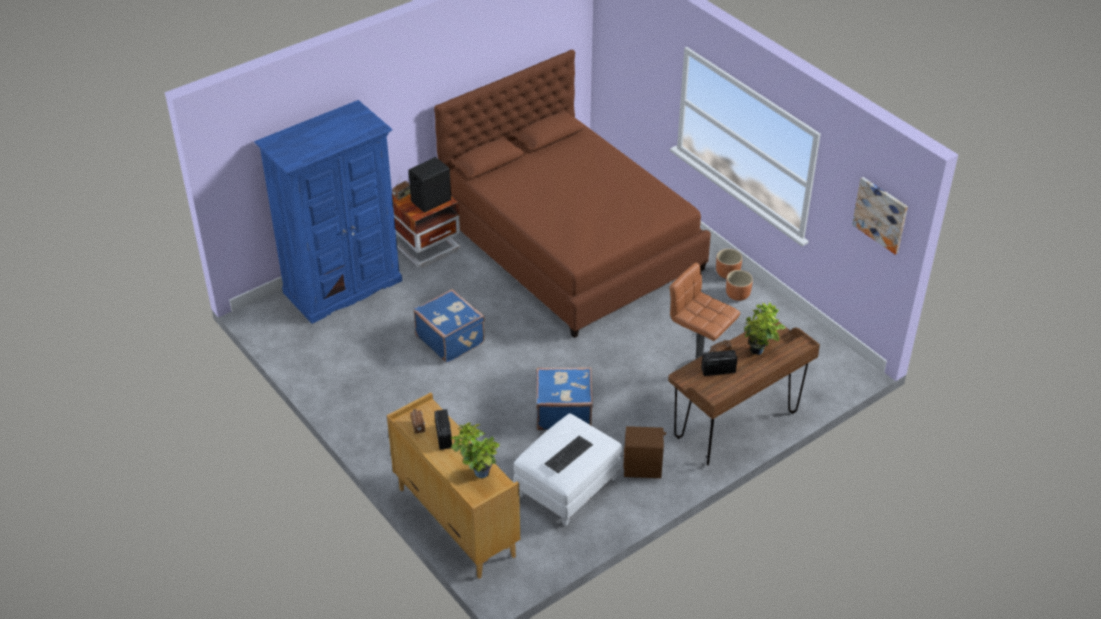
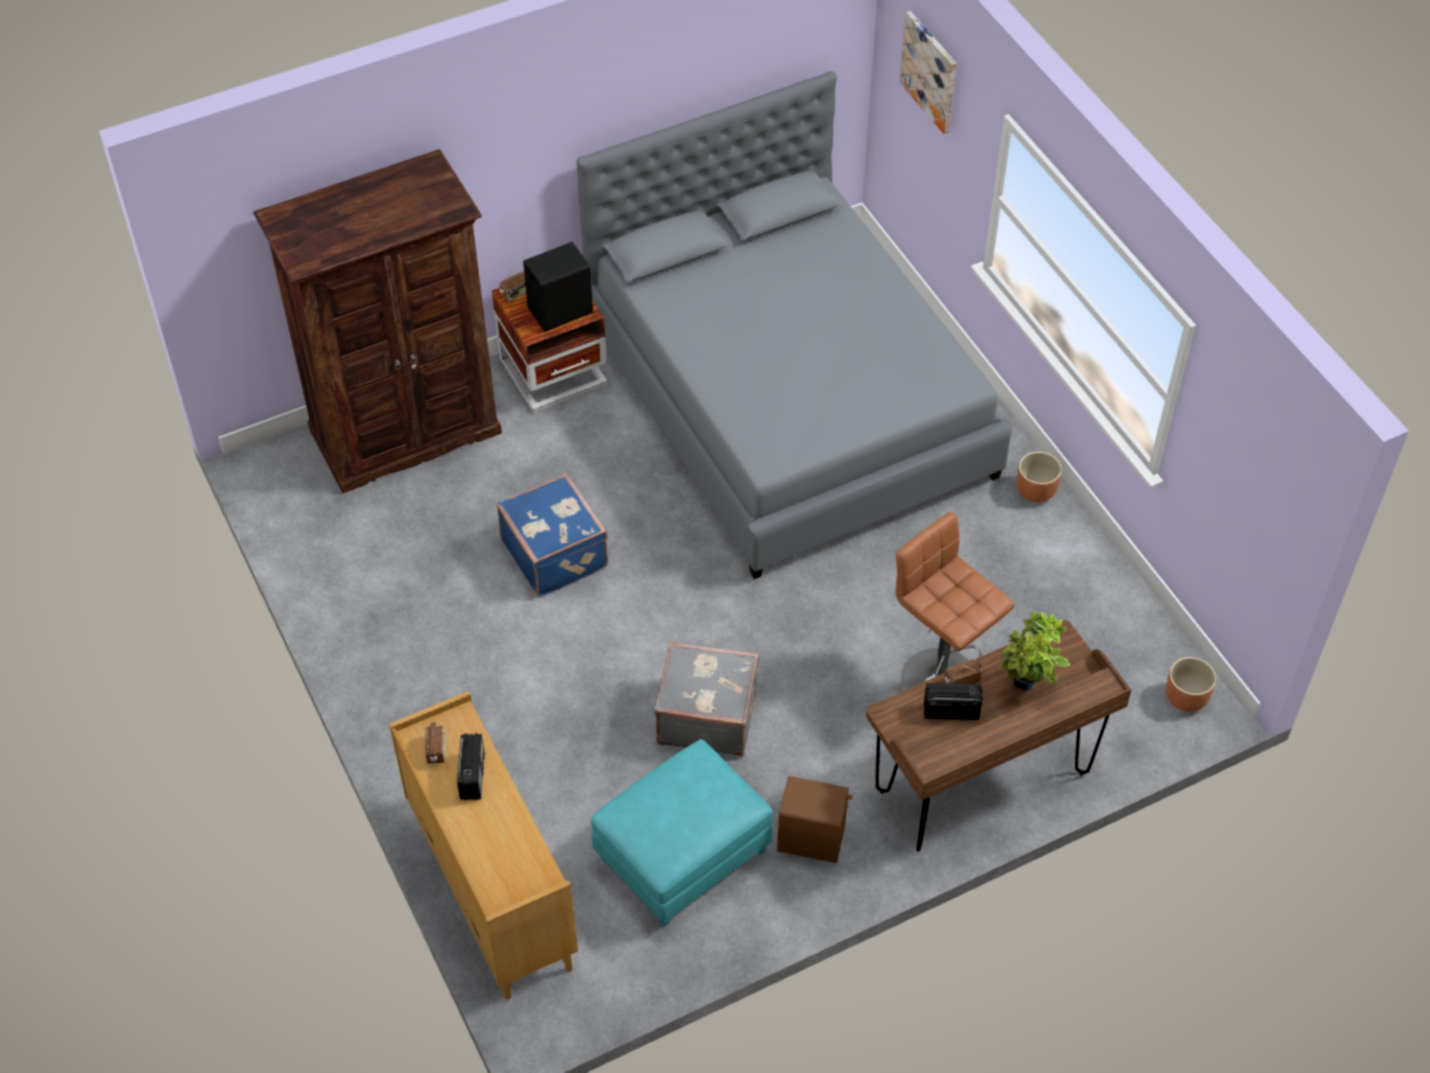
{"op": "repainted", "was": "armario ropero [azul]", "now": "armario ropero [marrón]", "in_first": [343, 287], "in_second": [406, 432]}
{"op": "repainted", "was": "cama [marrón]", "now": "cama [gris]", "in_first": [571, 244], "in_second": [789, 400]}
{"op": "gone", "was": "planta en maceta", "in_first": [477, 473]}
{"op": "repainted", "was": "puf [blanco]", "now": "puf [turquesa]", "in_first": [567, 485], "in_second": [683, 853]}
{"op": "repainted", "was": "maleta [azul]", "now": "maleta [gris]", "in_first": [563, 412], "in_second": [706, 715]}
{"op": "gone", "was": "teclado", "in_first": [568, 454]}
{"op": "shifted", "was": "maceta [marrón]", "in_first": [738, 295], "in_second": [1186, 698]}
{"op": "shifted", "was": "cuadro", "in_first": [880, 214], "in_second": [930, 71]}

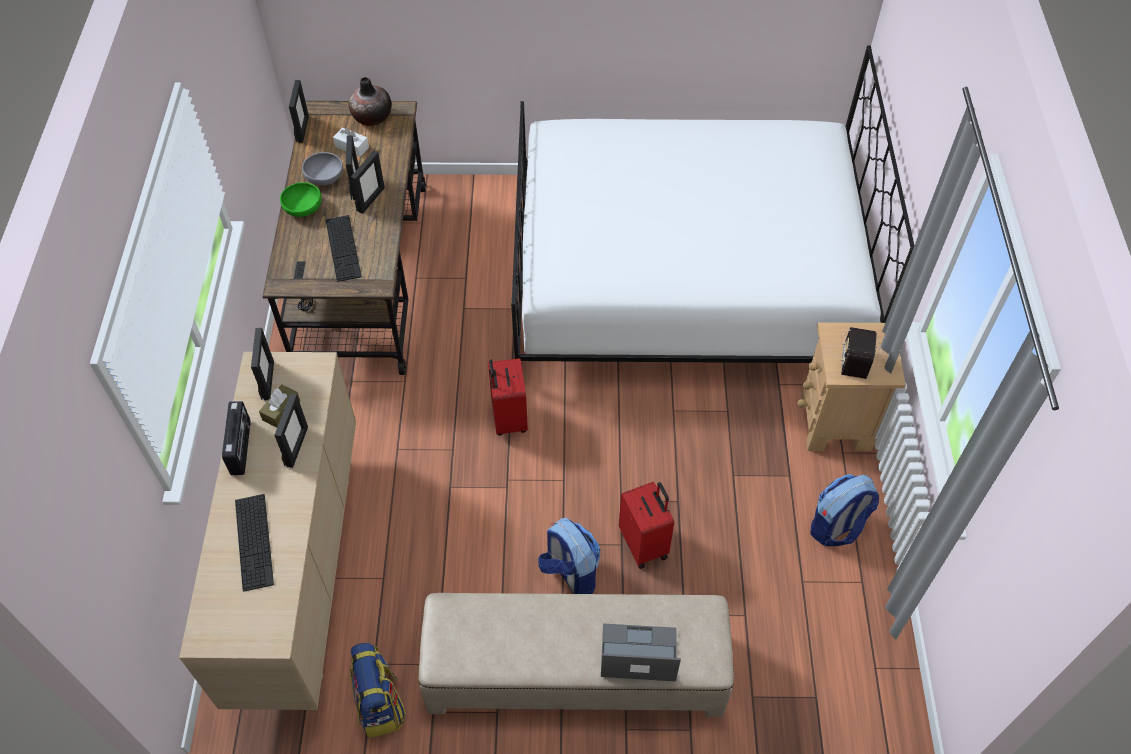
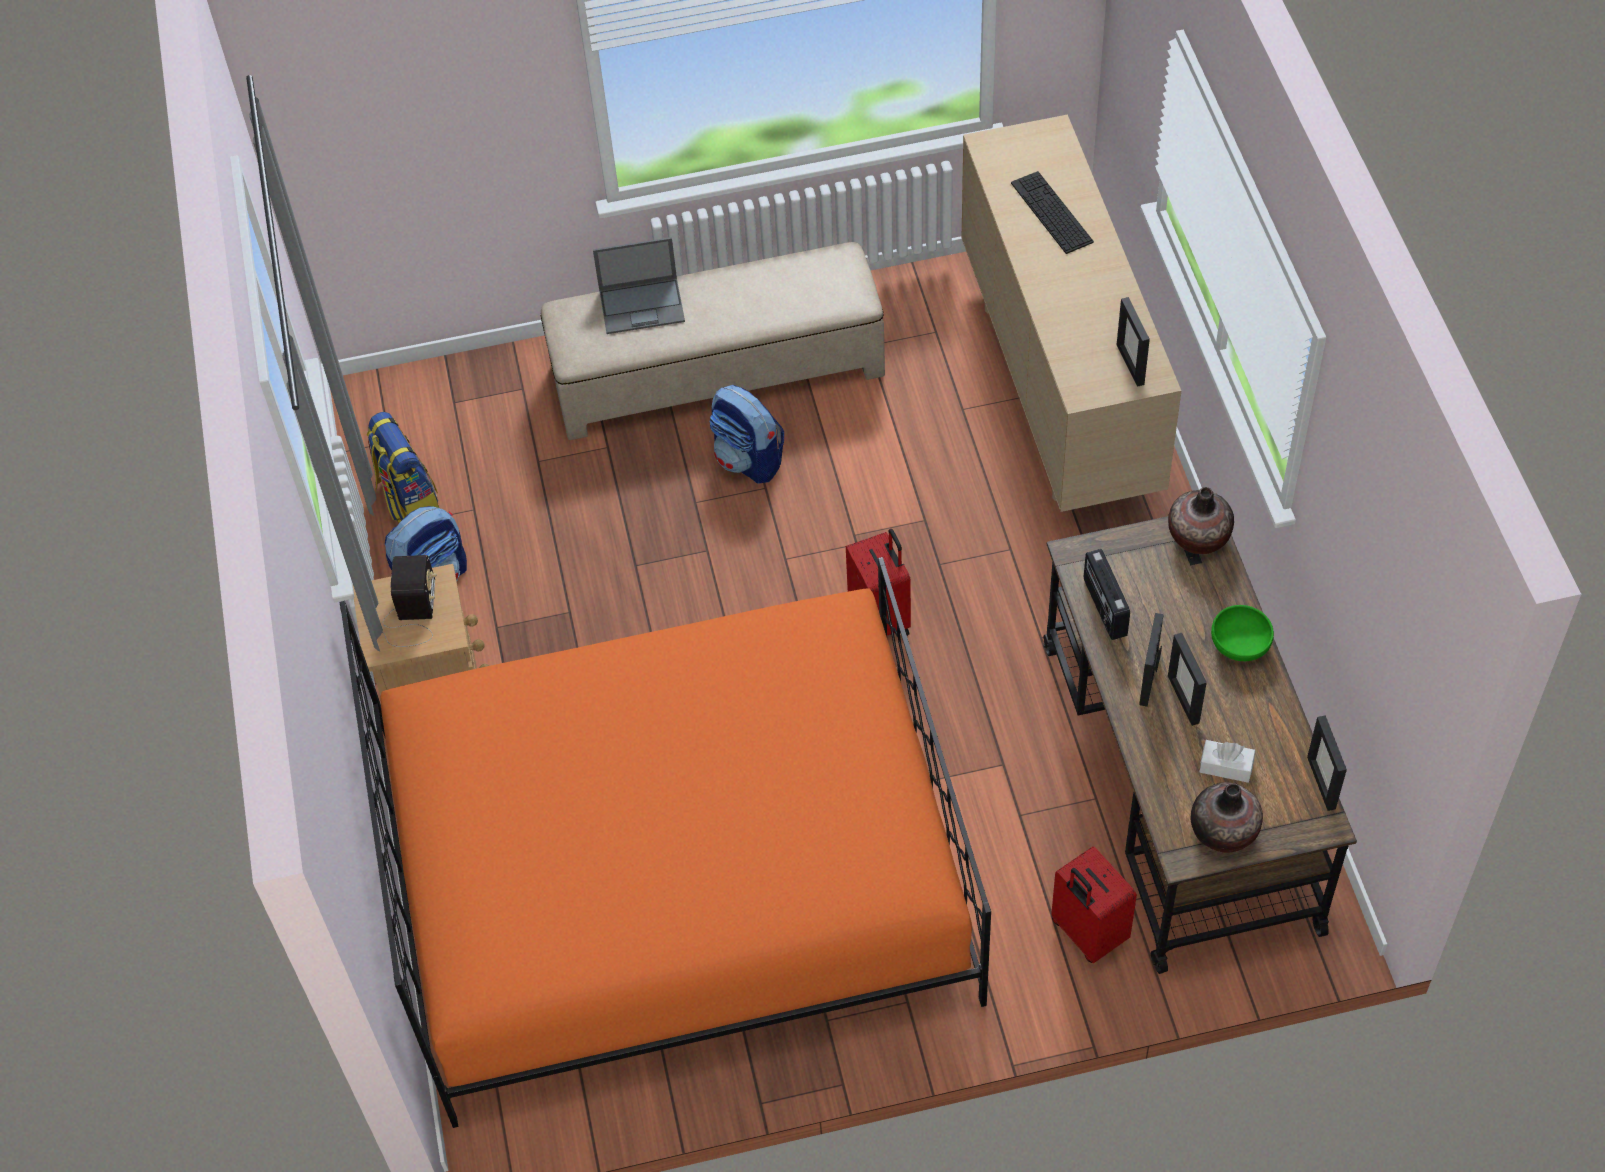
{"op": "shifted", "was": "radio", "in_first": [242, 448], "in_second": [1104, 608]}
{"op": "gone", "was": "caja de pañuelos [marrón]", "in_first": [281, 410]}
{"op": "gone", "was": "portarretratos", "in_first": [296, 446]}
{"op": "gone", "was": "cuenco [gris]", "in_first": [324, 177]}
{"op": "gone", "was": "teclado", "in_first": [343, 248]}
{"op": "shifted", "was": "mochila", "in_first": [380, 705], "in_second": [408, 499]}
{"op": "repainted", "was": "cama [blanco]", "now": "cama [naranja]", "in_first": [684, 283], "in_second": [679, 883]}
{"op": "shifted", "was": "maleta [rojo]", "in_first": [645, 544], "in_second": [1087, 933]}
{"op": "new", "now": "florero", "in_second": [1198, 537]}

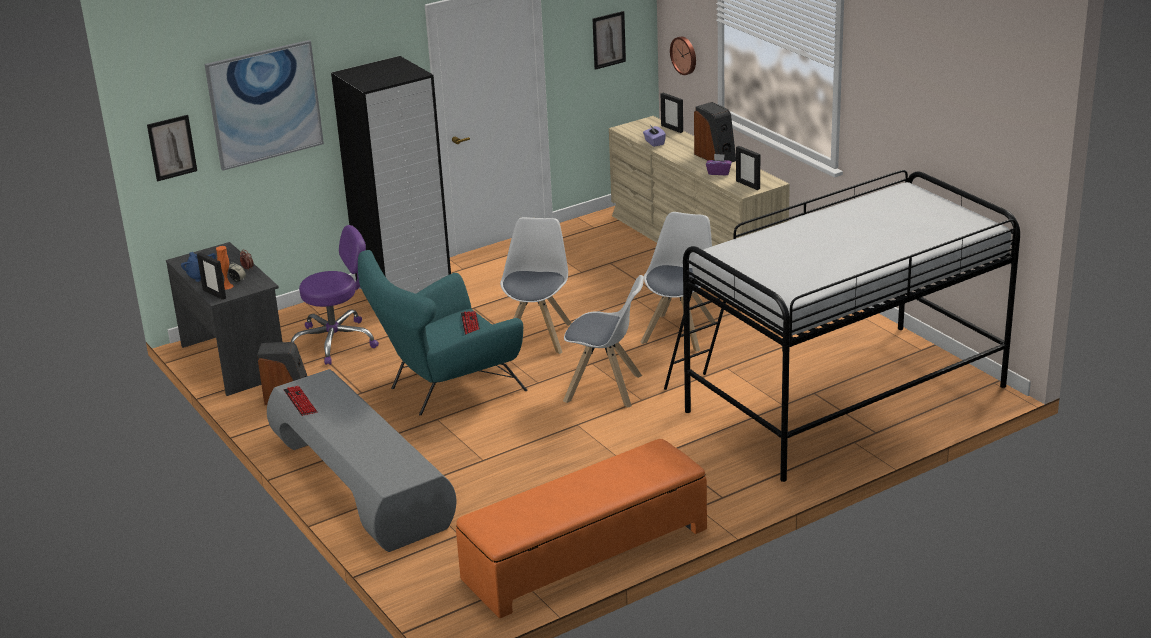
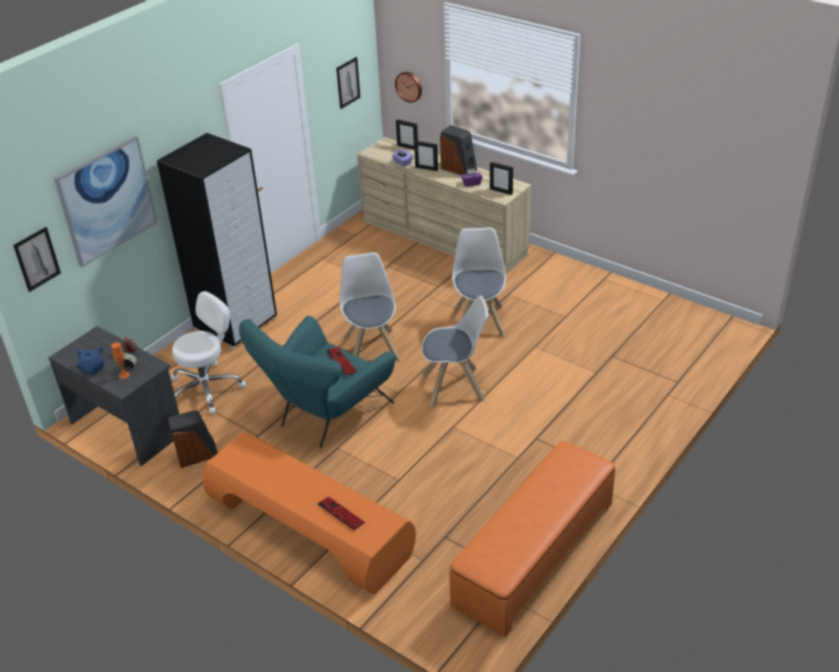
{"op": "shifted", "was": "portarretratos", "in_first": [215, 293], "in_second": [426, 168]}
{"op": "repainted", "was": "banco [gris]", "now": "banco [naranja]", "in_first": [360, 481], "in_second": [309, 527]}
{"op": "shifted", "was": "teclado", "in_first": [300, 402], "in_second": [341, 514]}
{"op": "repainted", "was": "silla de oficina [morado]", "now": "silla de oficina [blanco]", "in_first": [338, 341], "in_second": [208, 387]}
{"op": "gone", "was": "cama [negro]", "in_first": [840, 399]}

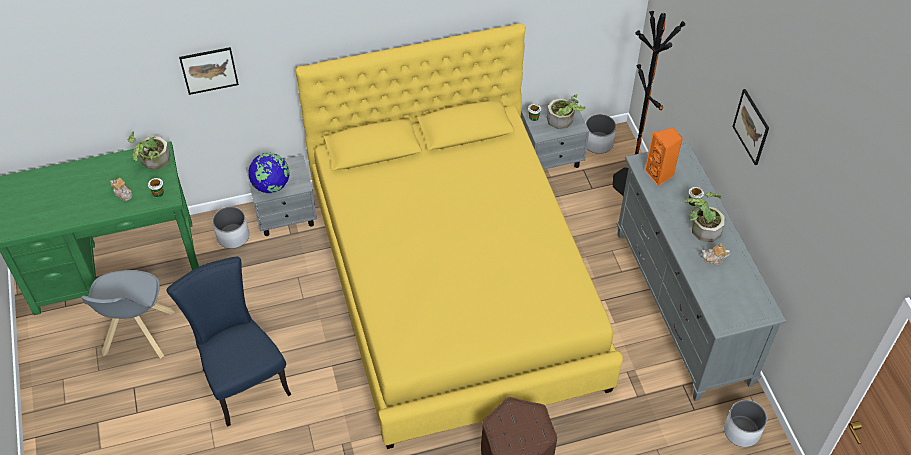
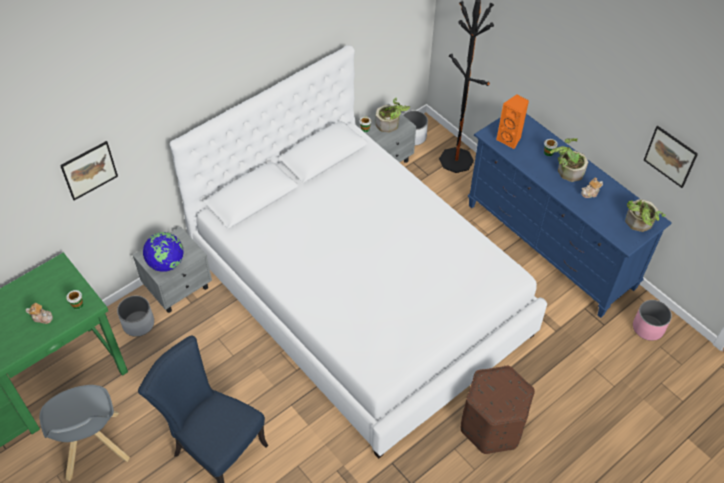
{"op": "shifted", "was": "planta en maceta", "in_first": [152, 161], "in_second": [638, 224]}
{"op": "repainted", "was": "cama [amarillo]", "now": "cama [blanco]", "in_first": [455, 285], "in_second": [360, 295]}
{"op": "repainted", "was": "cómoda [gris]", "now": "cómoda [azul]", "in_first": [681, 307], "in_second": [549, 246]}
{"op": "repainted", "was": "maceta [blanco]", "now": "maceta [rosa]", "in_first": [742, 431], "in_second": [648, 327]}
{"op": "shifted", "was": "cuadro", "in_first": [751, 126], "in_second": [670, 156]}

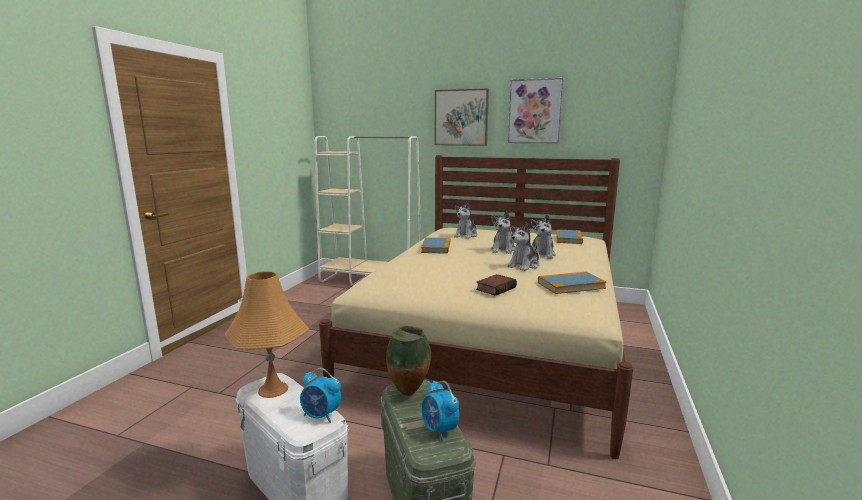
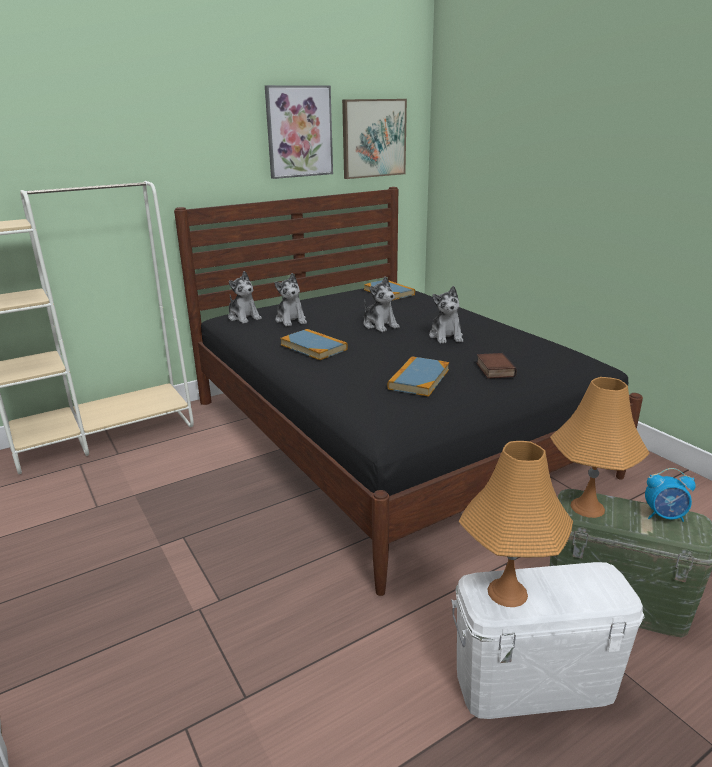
{"op": "gone", "was": "despertador", "in_first": [321, 416]}
{"op": "repainted", "was": "cama [beis]", "now": "cama [negro]", "in_first": [495, 340], "in_second": [388, 435]}
{"op": "swapped", "was": "florero", "now": "lámpara de mesa [naranja]", "in_first": [409, 394], "in_second": [587, 507]}
{"op": "shifted", "was": "cuadro", "in_first": [461, 117], "in_second": [373, 138]}
{"op": "shifted", "was": "peluche", "in_first": [542, 255], "in_second": [244, 317]}
{"op": "shifted", "was": "libro", "in_first": [570, 285], "in_second": [419, 379]}

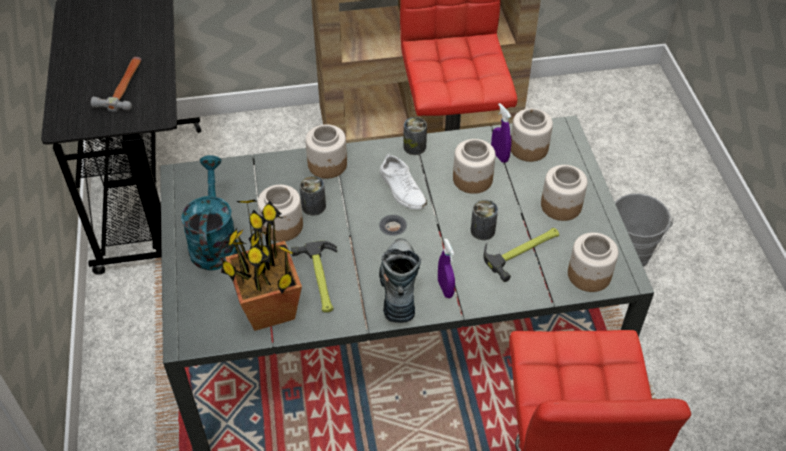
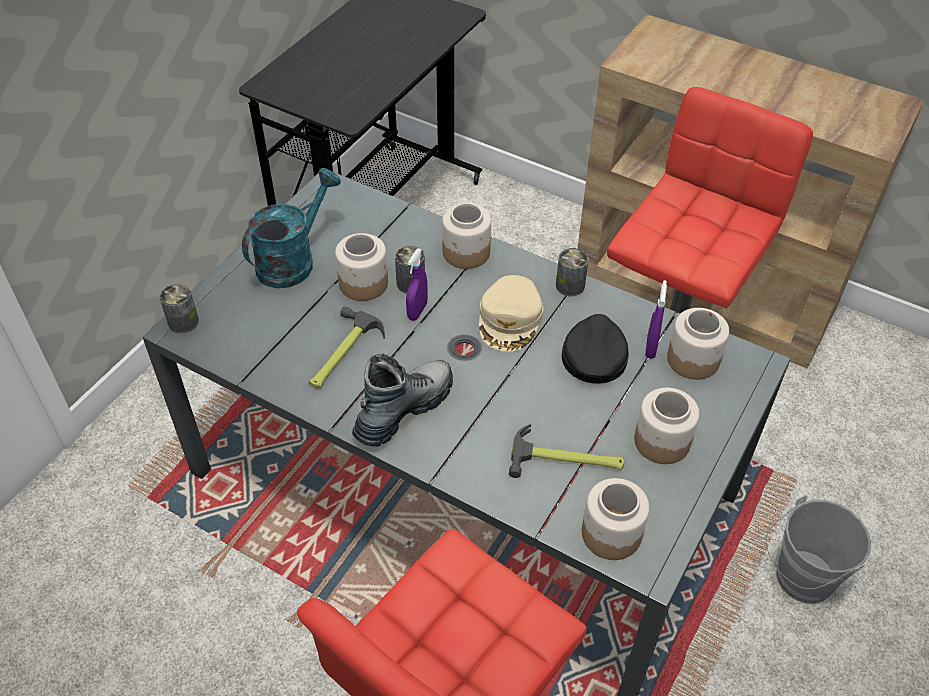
{"op": "gone", "was": "martillo", "in_first": [124, 86]}
{"op": "gone", "was": "planta en maceta", "in_first": [269, 309]}
{"op": "swapped", "was": "zapato [blanco]", "now": "gorra [beis]", "in_first": [402, 189], "in_second": [510, 319]}
{"op": "shifted", "was": "pulverizador [morado]", "in_first": [445, 289], "in_second": [417, 311]}
{"op": "swapped", "was": "tarro", "now": "gorra [negro]", "in_first": [472, 179], "in_second": [594, 354]}
{"op": "shifted", "was": "lata", "in_first": [482, 230], "in_second": [183, 322]}

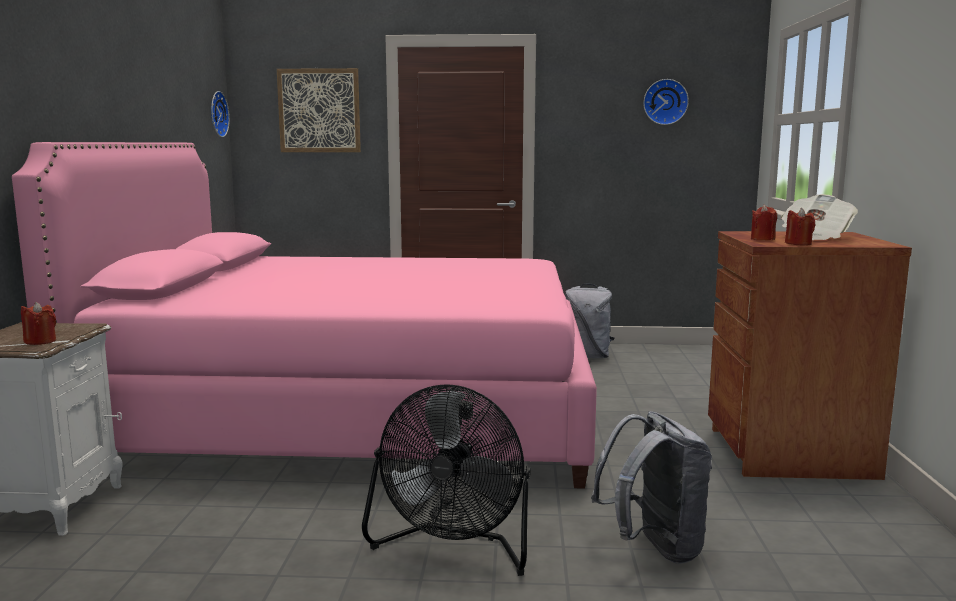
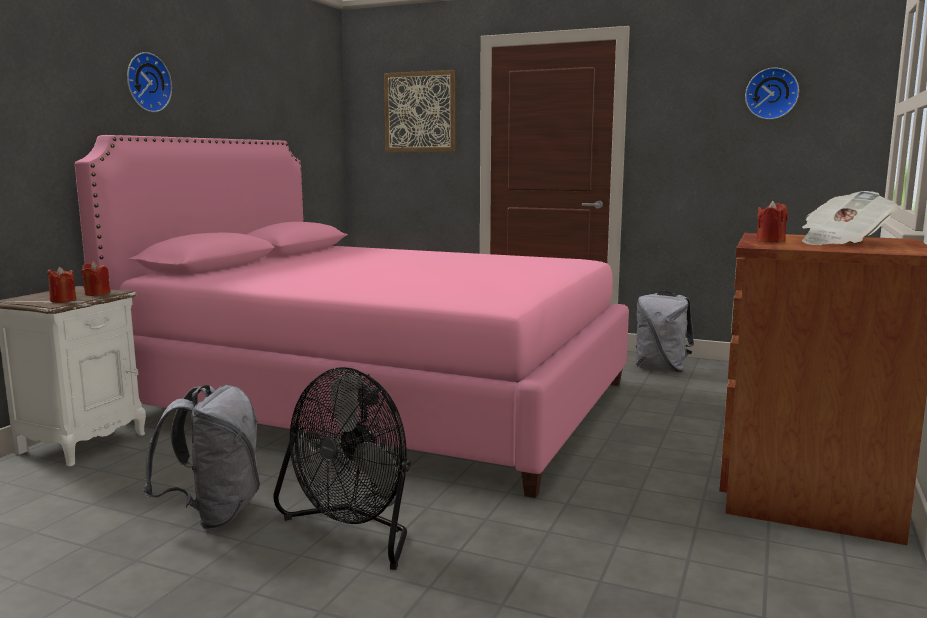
{"op": "shifted", "was": "reloj de pared", "in_first": [216, 114], "in_second": [146, 82]}
{"op": "shifted", "was": "mochila [gris]", "in_first": [654, 548], "in_second": [214, 514]}
{"op": "shifted", "was": "vela [rojo]", "in_first": [798, 244], "in_second": [97, 294]}

